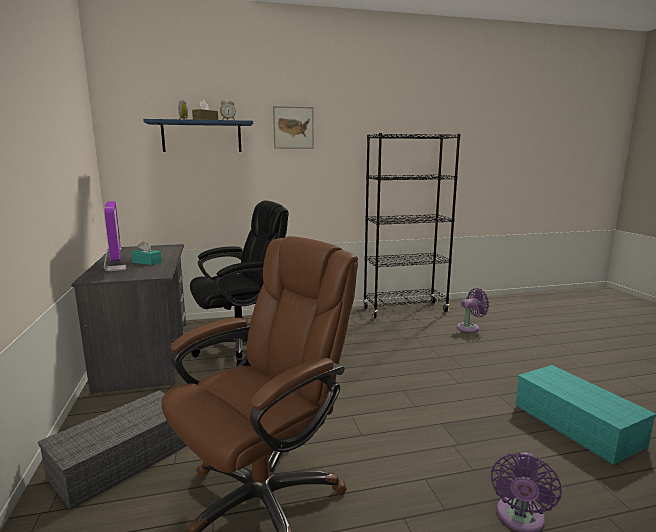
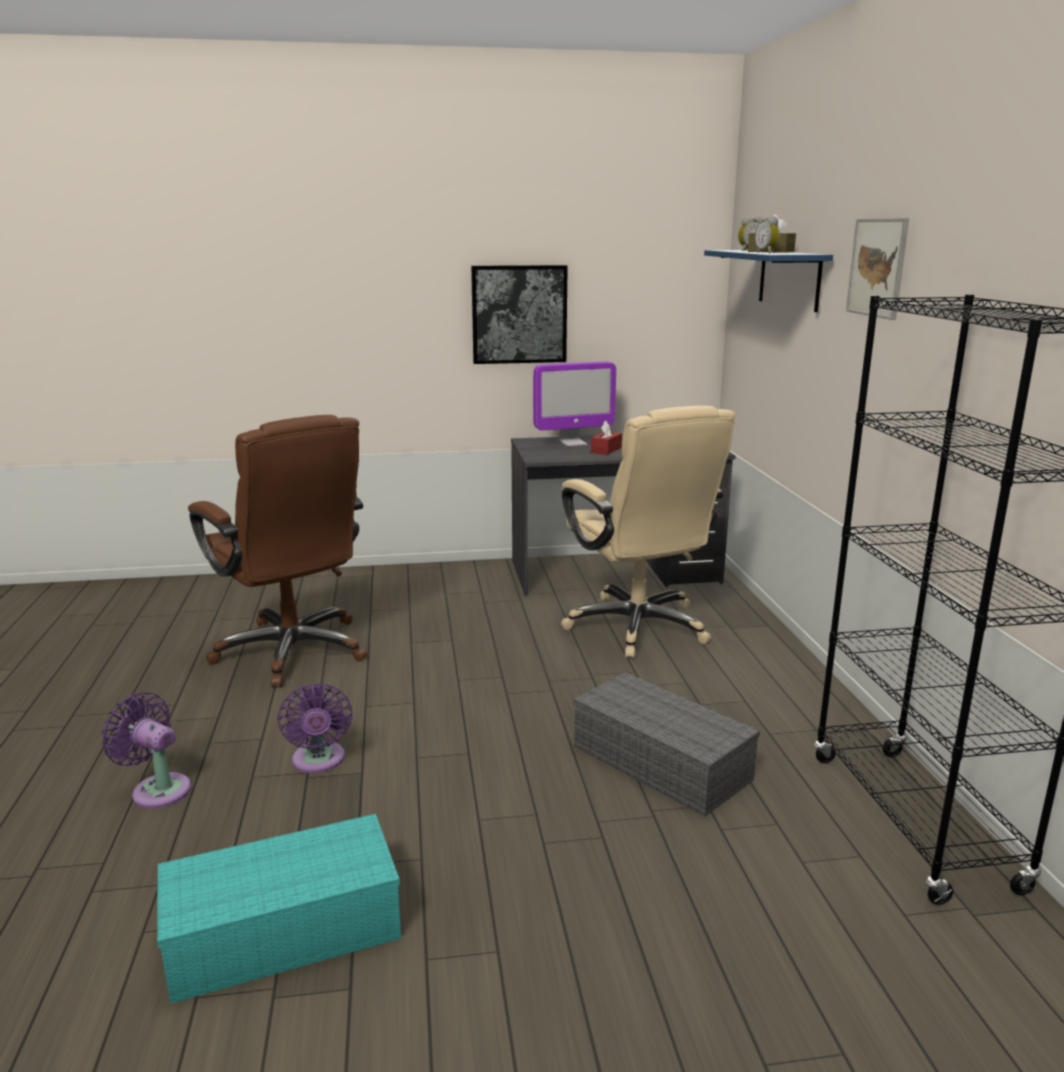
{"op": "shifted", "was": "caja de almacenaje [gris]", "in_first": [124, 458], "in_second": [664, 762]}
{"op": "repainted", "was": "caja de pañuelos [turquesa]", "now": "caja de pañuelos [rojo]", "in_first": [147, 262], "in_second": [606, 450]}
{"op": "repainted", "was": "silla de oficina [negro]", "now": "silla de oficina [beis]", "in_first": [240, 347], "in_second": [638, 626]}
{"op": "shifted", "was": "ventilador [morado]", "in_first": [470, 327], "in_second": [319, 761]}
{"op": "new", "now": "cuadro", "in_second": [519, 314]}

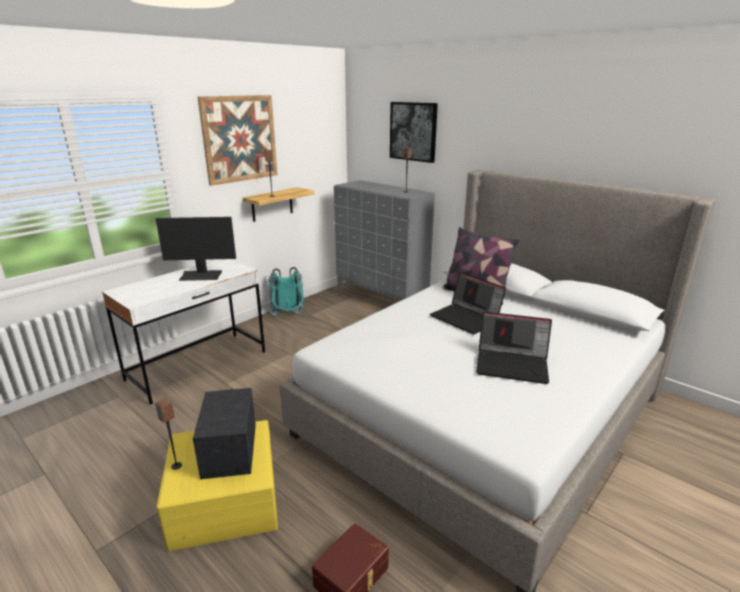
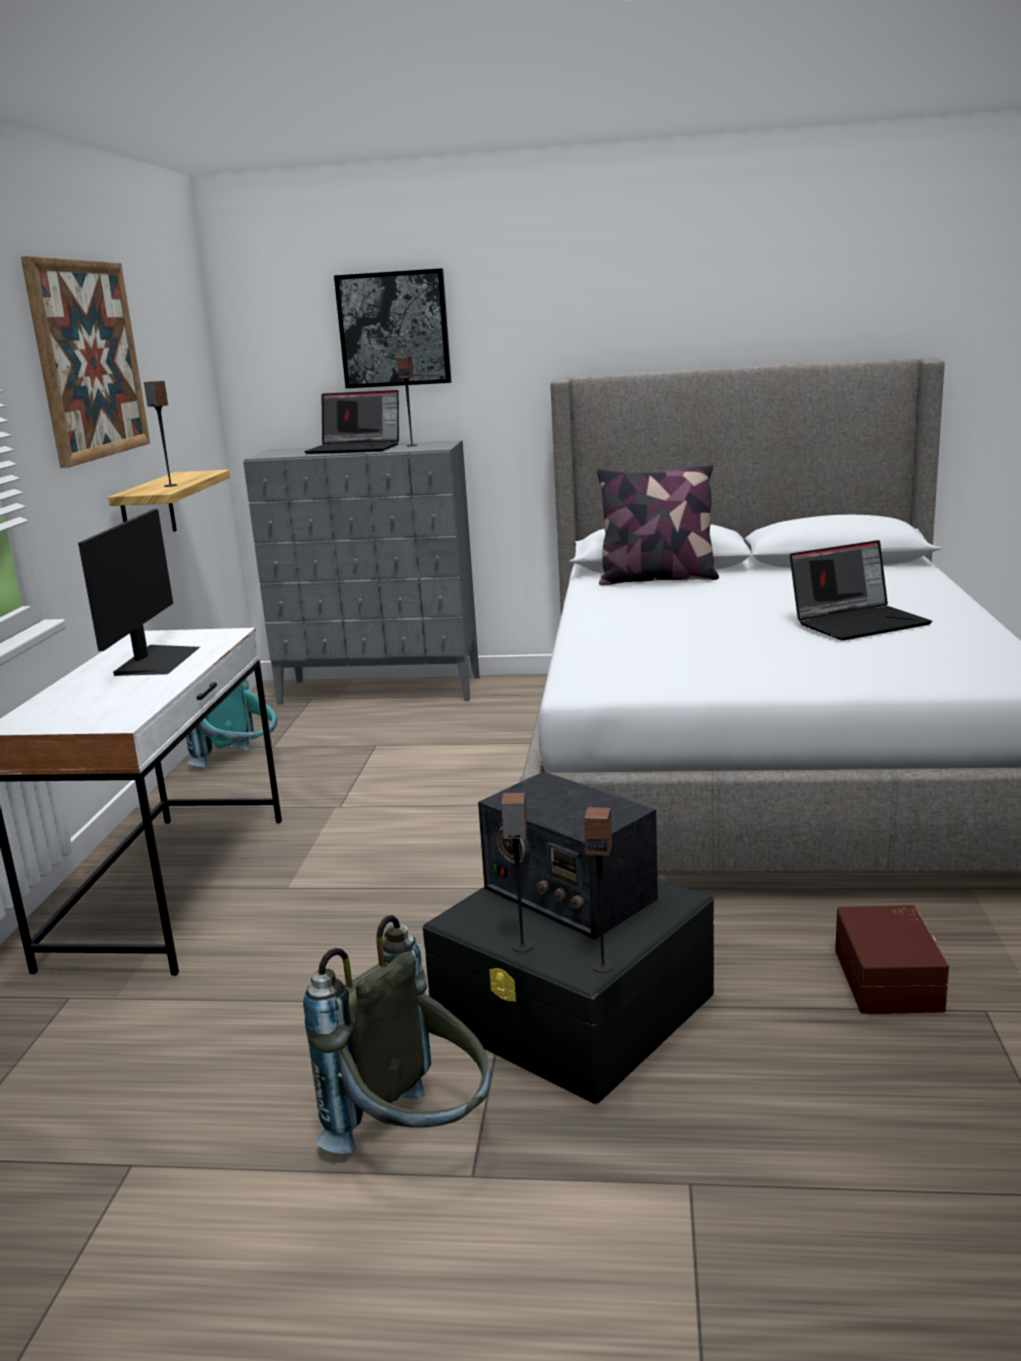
{"op": "rotated", "was": "monitor", "in_first": [201, 275], "in_second": [156, 660], "clockwise": -45}
{"op": "repainted", "was": "caja de almacenaje [amarillo]", "now": "caja de almacenaje [negro]", "in_first": [224, 500], "in_second": [575, 1008]}
{"op": "shifted", "was": "portátil", "in_first": [466, 318], "in_second": [356, 449]}
{"op": "new", "now": "mochila [gris]", "in_second": [415, 1138]}
{"op": "new", "now": "altavoz", "in_second": [603, 966]}

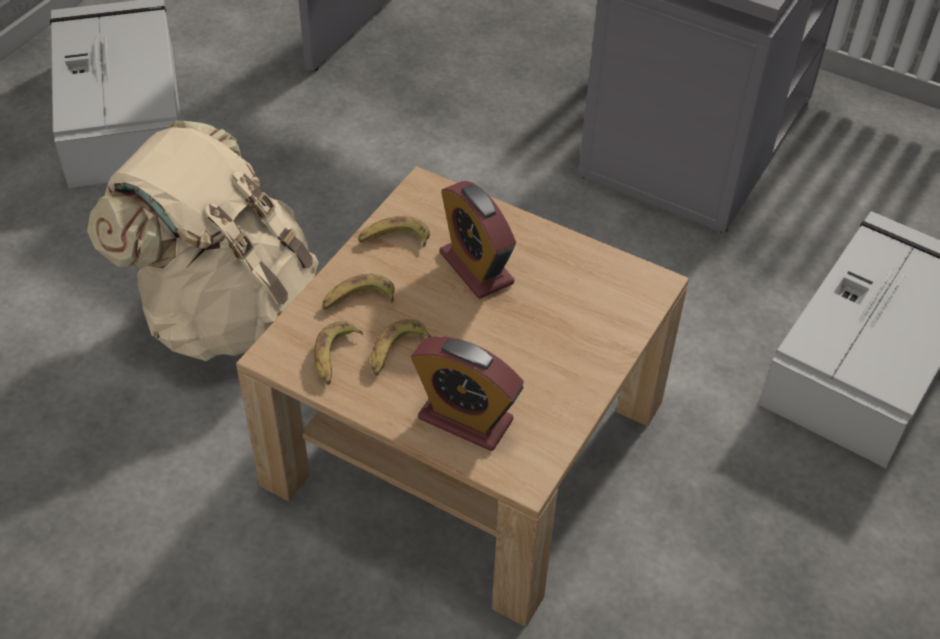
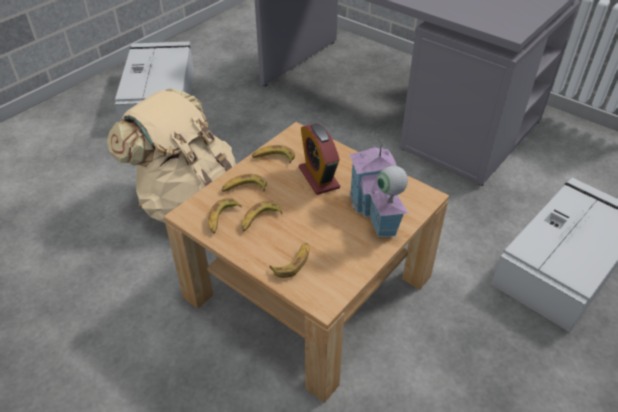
{"op": "swapped", "was": "despertador", "now": "plátano", "in_first": [465, 419], "in_second": [293, 263]}
{"op": "new", "now": "casita", "in_second": [375, 212]}

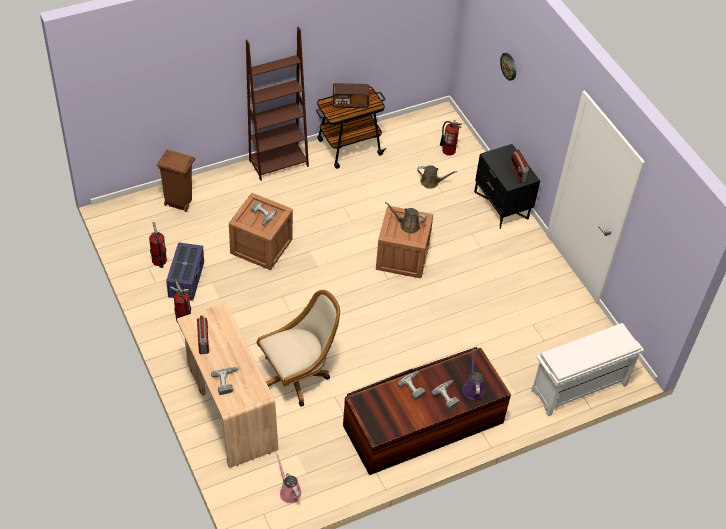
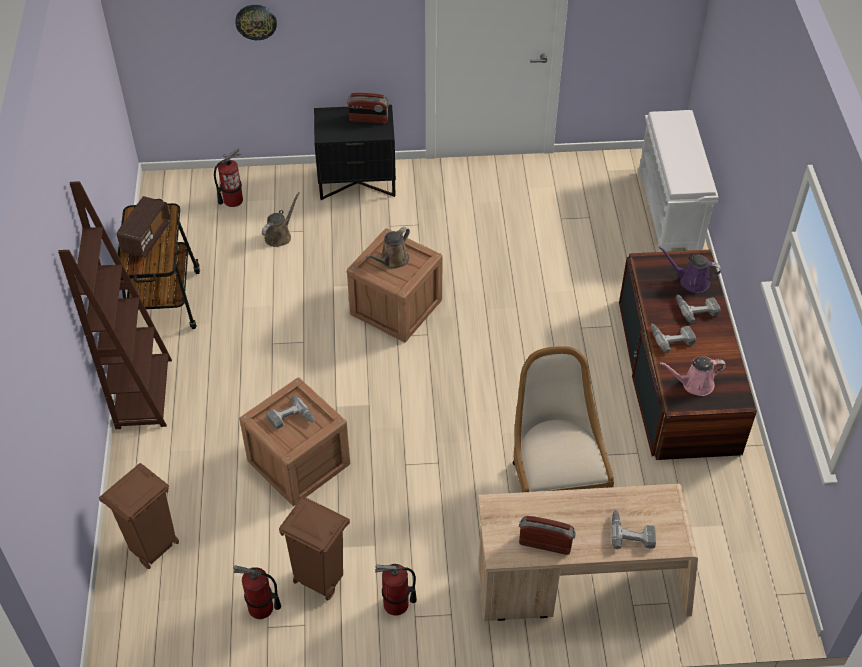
{"op": "swapped", "was": "caja de almacenaje [morado]", "now": "papelera [marrón]", "in_first": [186, 280], "in_second": [319, 579]}
{"op": "shifted", "was": "regadera [rosa]", "in_first": [289, 491], "in_second": [694, 384]}

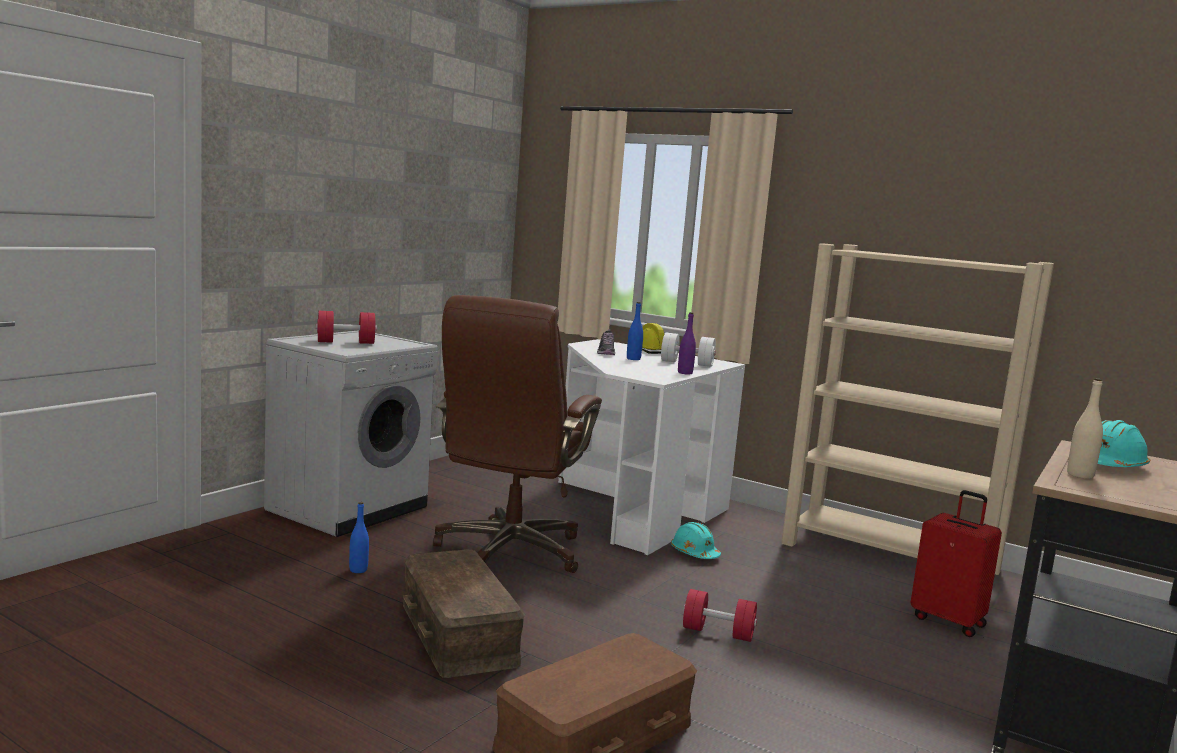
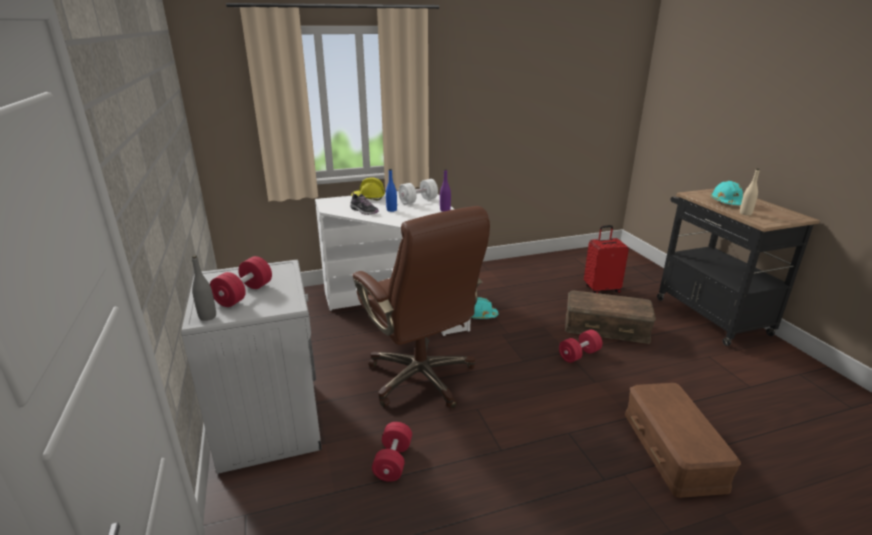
{"op": "swapped", "was": "botella [azul]", "now": "mancuerna [rojo]", "in_first": [358, 570], "in_second": [393, 461]}
{"op": "shifted", "was": "caja de almacenaje [marrón]", "in_first": [460, 633], "in_second": [606, 327]}
{"op": "gone", "was": "estantería [beis]", "in_first": [889, 557]}
{"op": "new", "now": "botella [gris]", "in_second": [207, 317]}

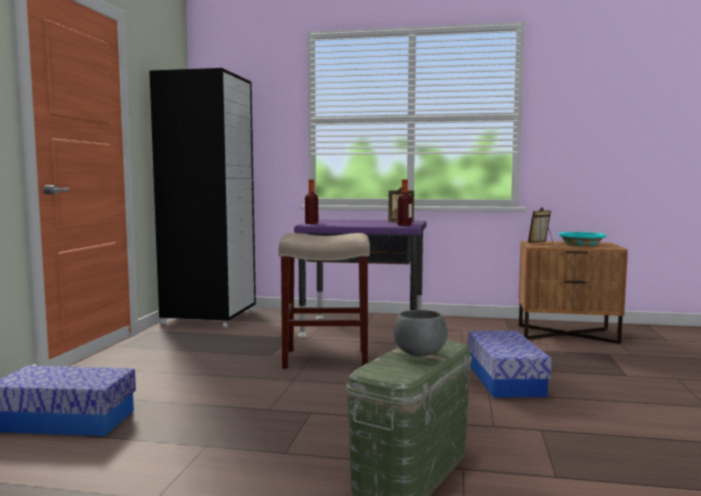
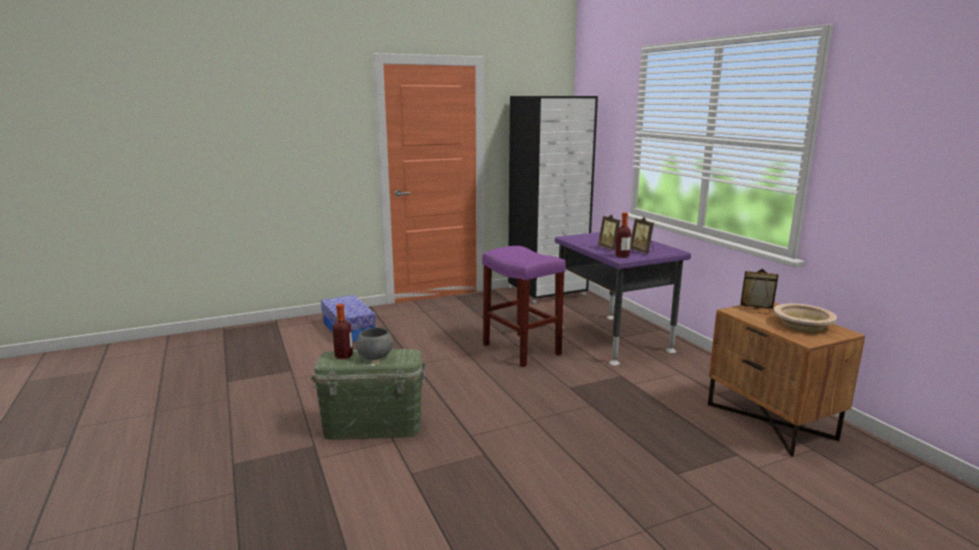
{"op": "repainted", "was": "taburete [beis]", "now": "taburete [morado]", "in_first": [324, 359], "in_second": [520, 349]}
{"op": "shifted", "was": "botella", "in_first": [311, 223], "in_second": [344, 356]}
{"op": "gone", "was": "caja de almacenaje", "in_first": [505, 380]}
{"op": "repainted", "was": "cuenco [turquesa]", "now": "cuenco [beis]", "in_first": [581, 244], "in_second": [802, 324]}
{"op": "new", "now": "portarretratos", "in_second": [610, 248]}

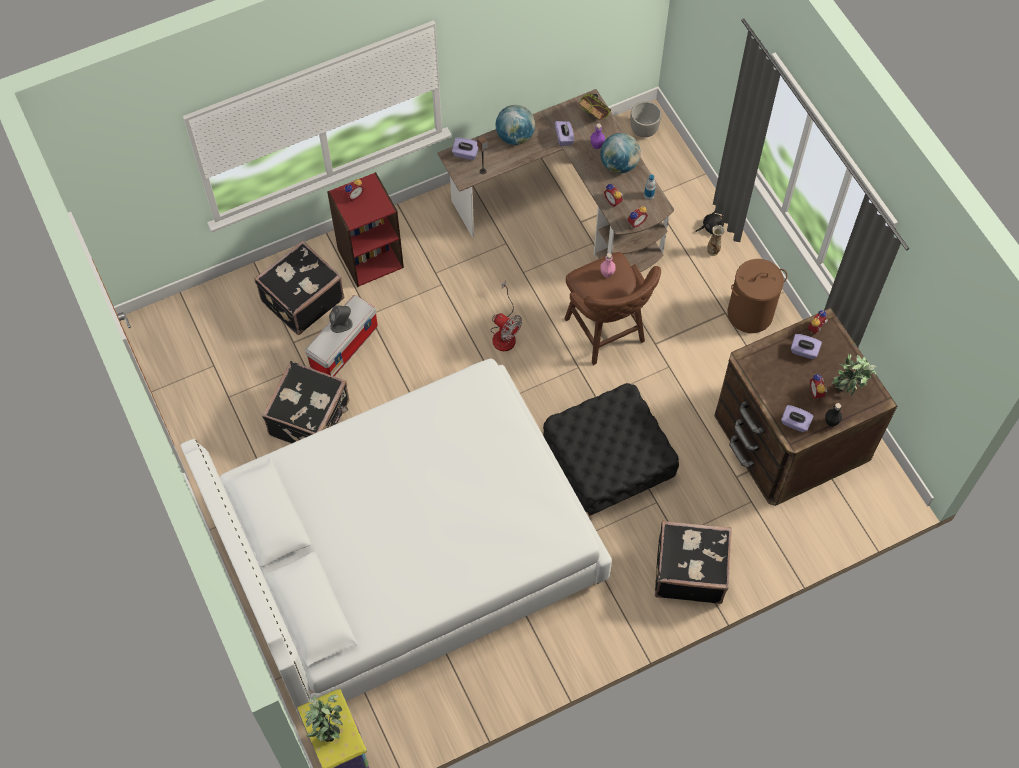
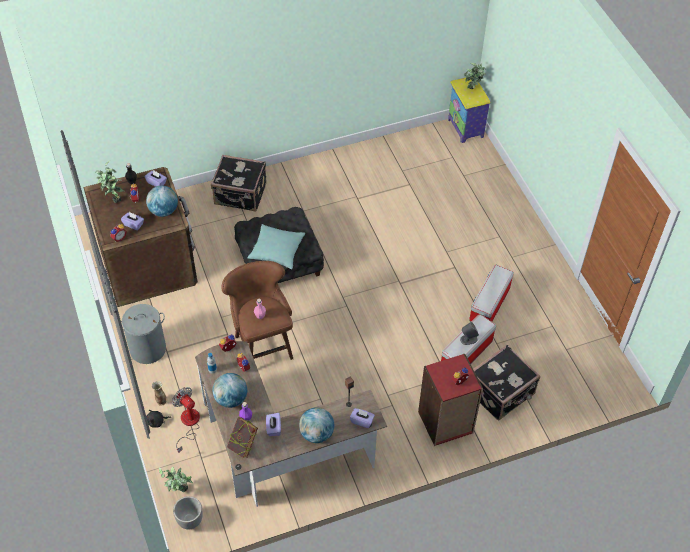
{"op": "gone", "was": "cama [blanco]", "in_first": [408, 552]}
{"op": "swapped", "was": "maleta [negro]", "now": "caja de almacenaje", "in_first": [311, 418], "in_second": [489, 305]}
{"op": "shifted", "was": "ventilador", "in_first": [504, 333], "in_second": [188, 424]}
{"op": "repainted", "was": "cesto de la ropa [marrón]", "now": "cesto de la ropa [gris]", "in_first": [749, 314], "in_second": [148, 349]}
{"op": "new", "now": "globo terráqueo", "in_second": [163, 211]}
{"op": "new", "now": "planta en maceta", "in_second": [179, 492]}
{"op": "new", "now": "cojín [turquesa]", "in_second": [276, 251]}

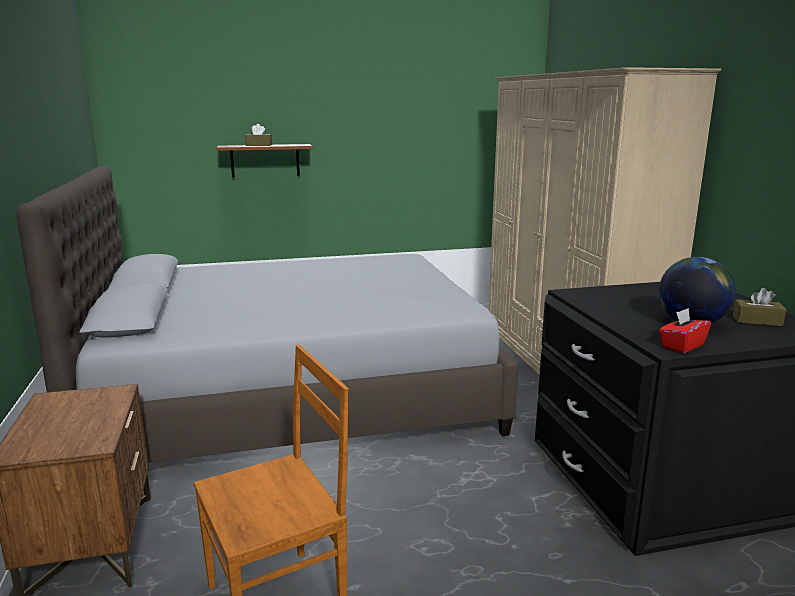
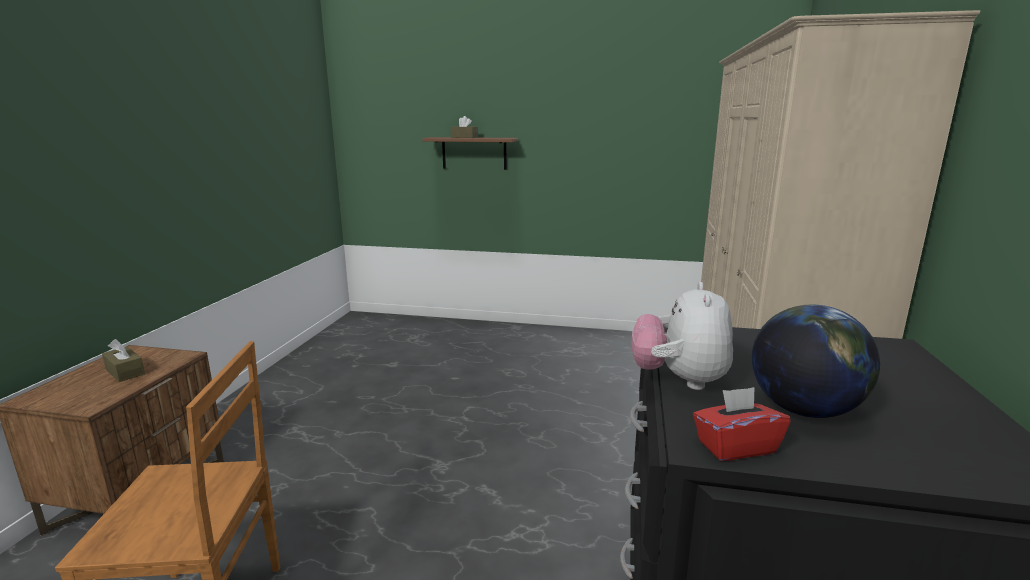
{"op": "gone", "was": "cama [gris]", "in_first": [292, 395]}
{"op": "shifted", "was": "caja de pañuelos [marrón]", "in_first": [757, 321], "in_second": [125, 372]}
{"op": "new", "now": "peluche", "in_second": [679, 380]}

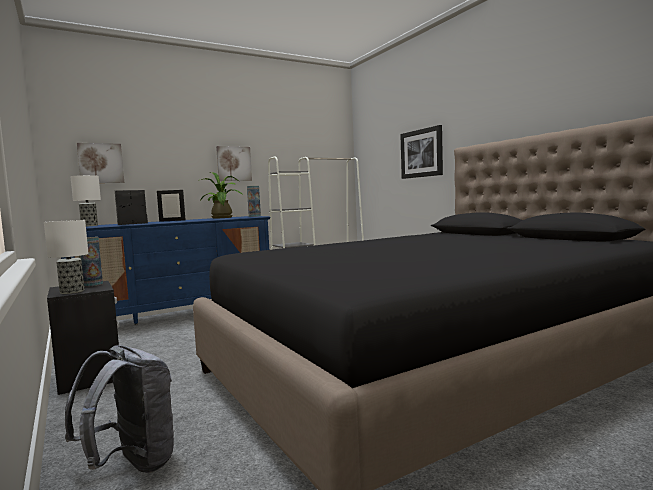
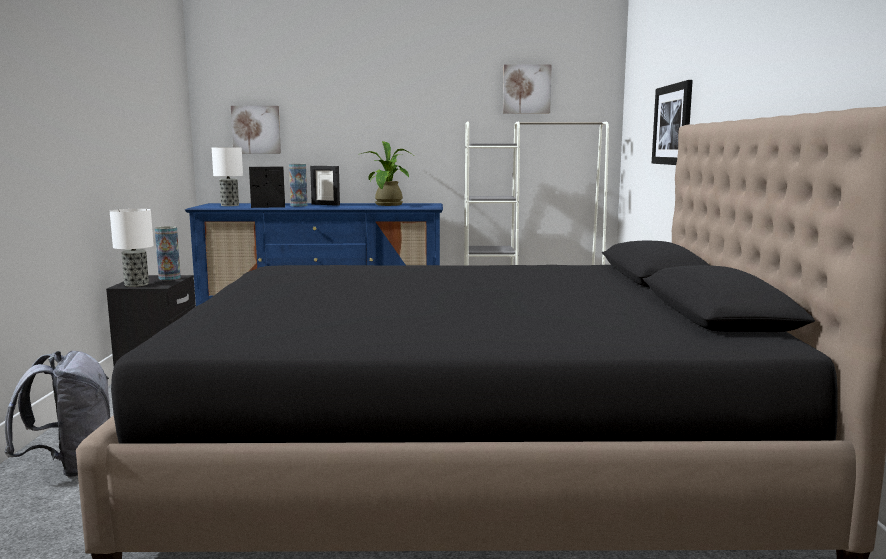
{"op": "shifted", "was": "cuadro", "in_first": [234, 163], "in_second": [526, 89]}
{"op": "shifted", "was": "florero", "in_first": [254, 216], "in_second": [299, 205]}

